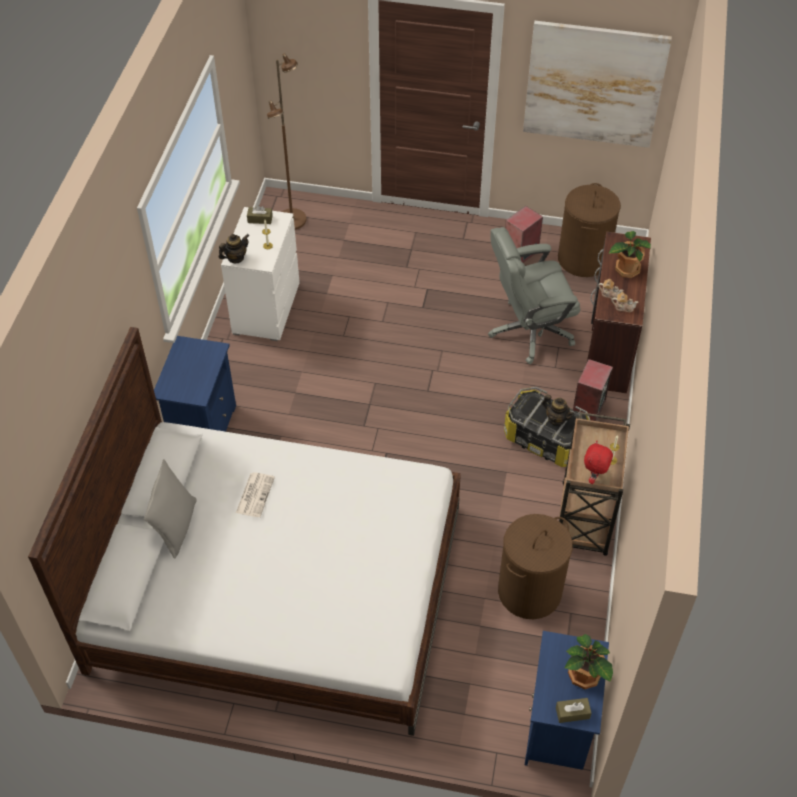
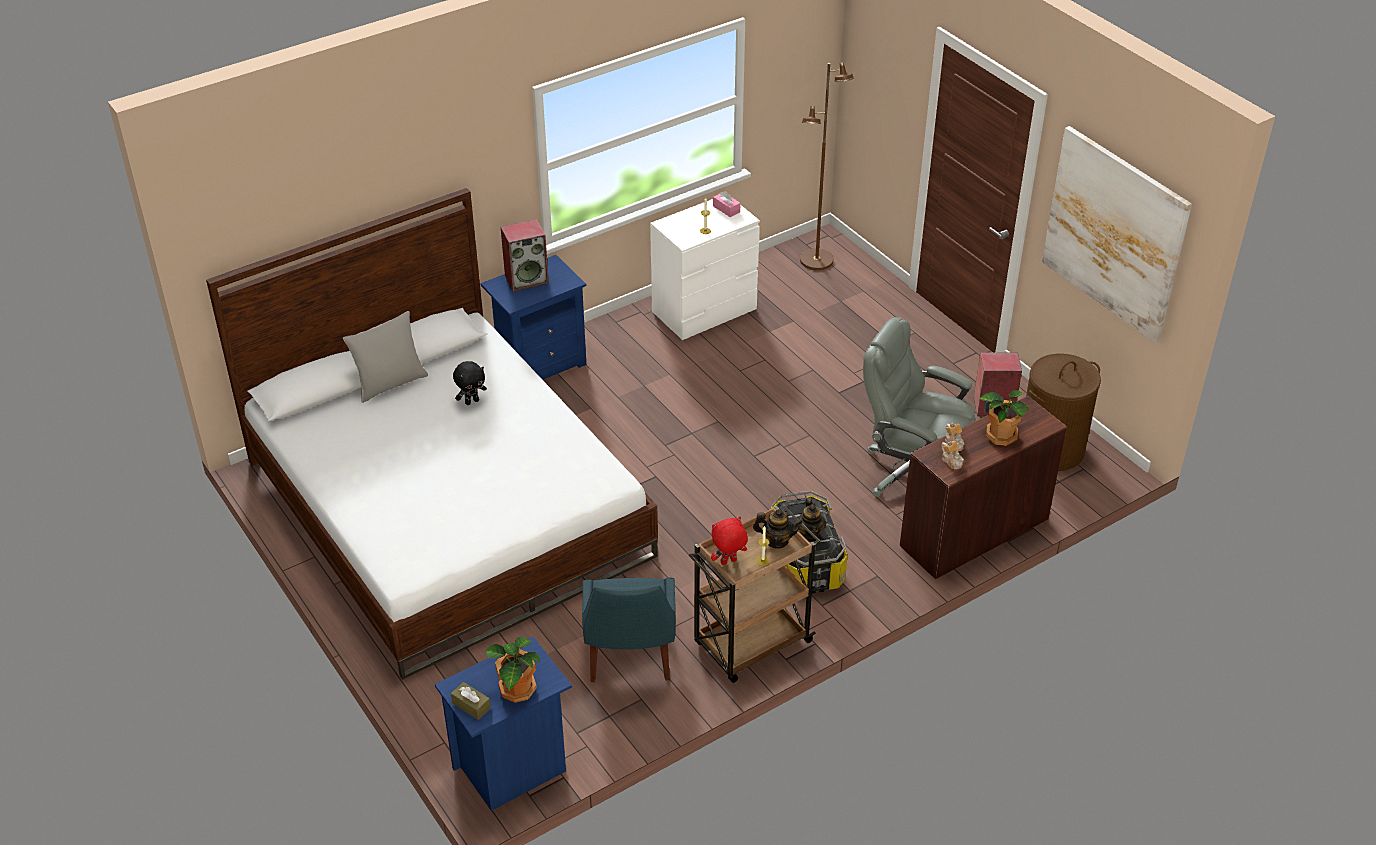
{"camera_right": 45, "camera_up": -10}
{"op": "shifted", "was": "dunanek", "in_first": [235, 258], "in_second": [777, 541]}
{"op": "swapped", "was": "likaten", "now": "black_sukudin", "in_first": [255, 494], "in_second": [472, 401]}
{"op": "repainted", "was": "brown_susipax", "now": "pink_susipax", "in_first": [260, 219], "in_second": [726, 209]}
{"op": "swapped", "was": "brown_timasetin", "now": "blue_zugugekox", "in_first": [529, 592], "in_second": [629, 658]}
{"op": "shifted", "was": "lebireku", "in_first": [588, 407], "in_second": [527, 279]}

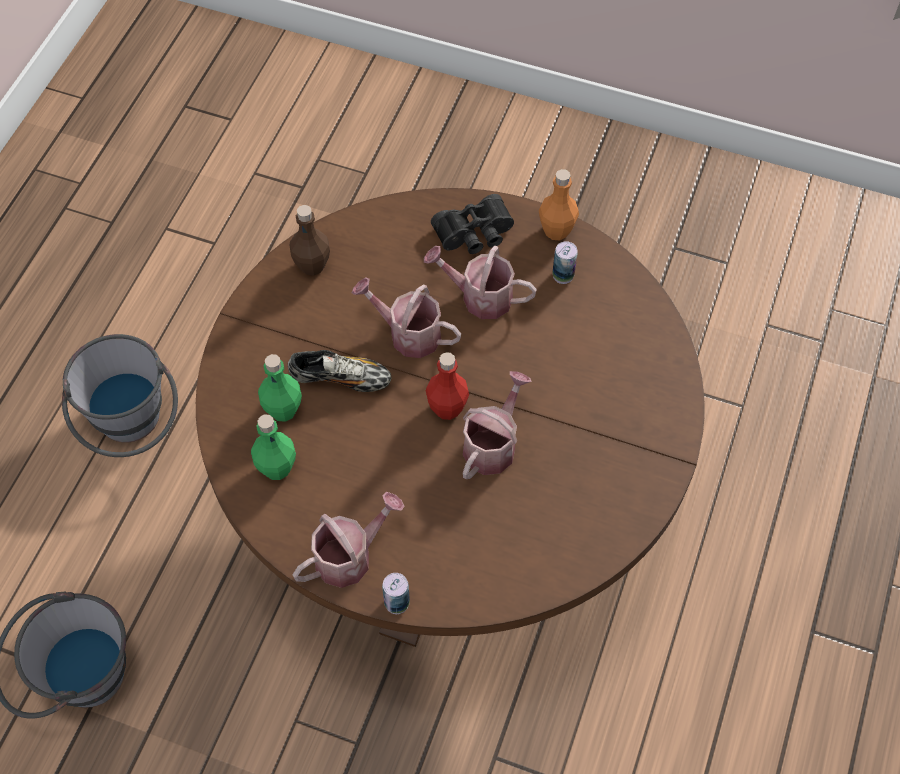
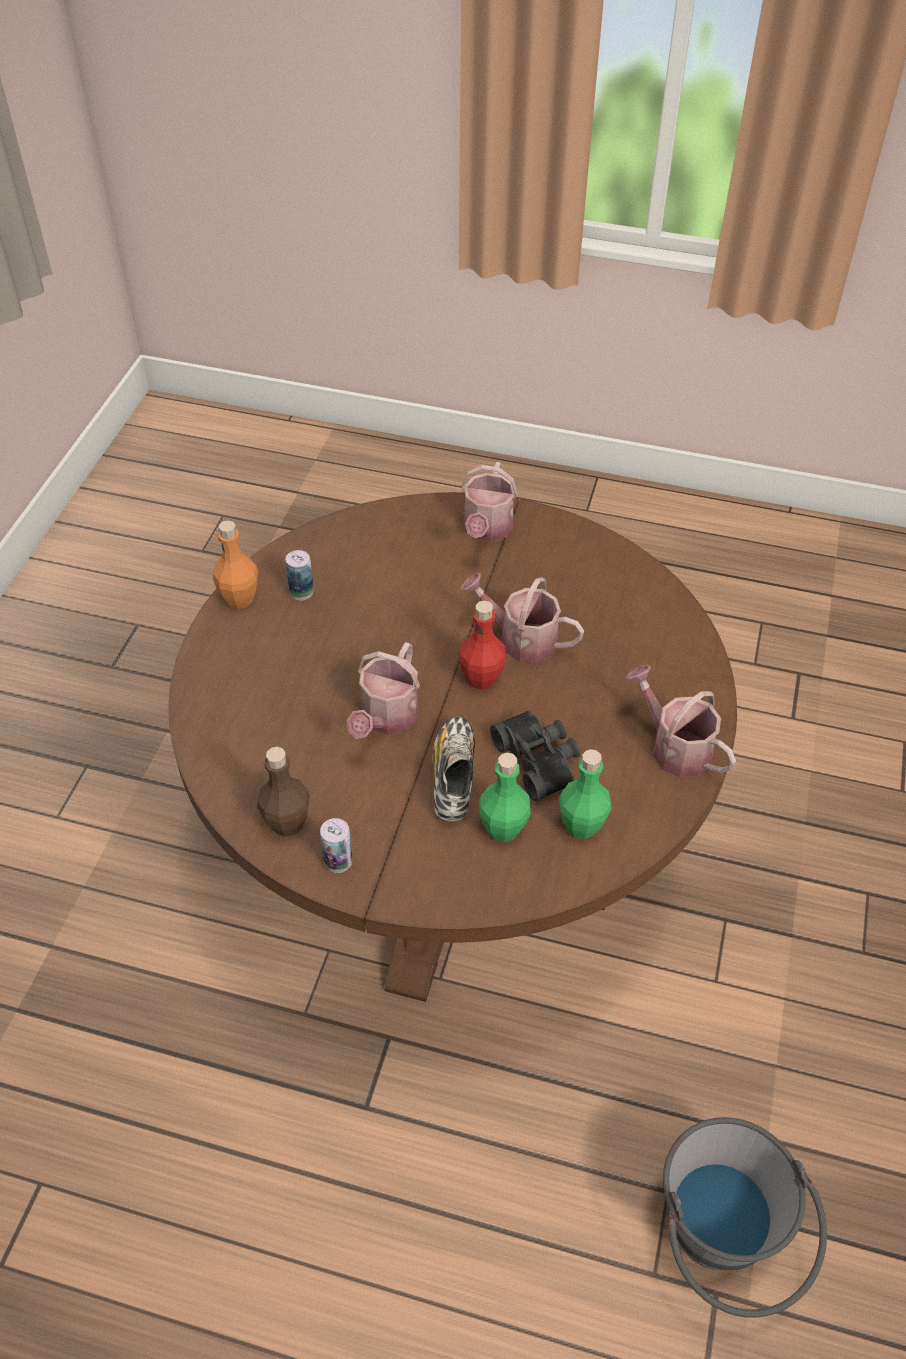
{"camera_right": -95, "camera_up": -10}
{"op": "gone", "was": "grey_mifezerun", "in_first": [132, 427]}
{"op": "shifted", "was": "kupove", "in_first": [397, 603], "in_second": [338, 861]}
{"op": "shifted", "was": "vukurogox", "in_first": [480, 297], "in_second": [486, 530]}
{"op": "shifted", "was": "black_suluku", "in_first": [475, 235], "in_second": [539, 760]}

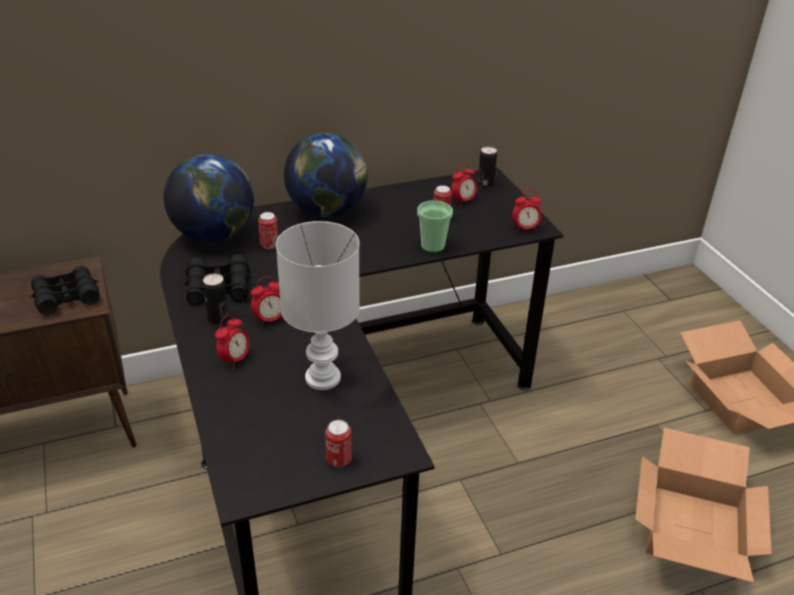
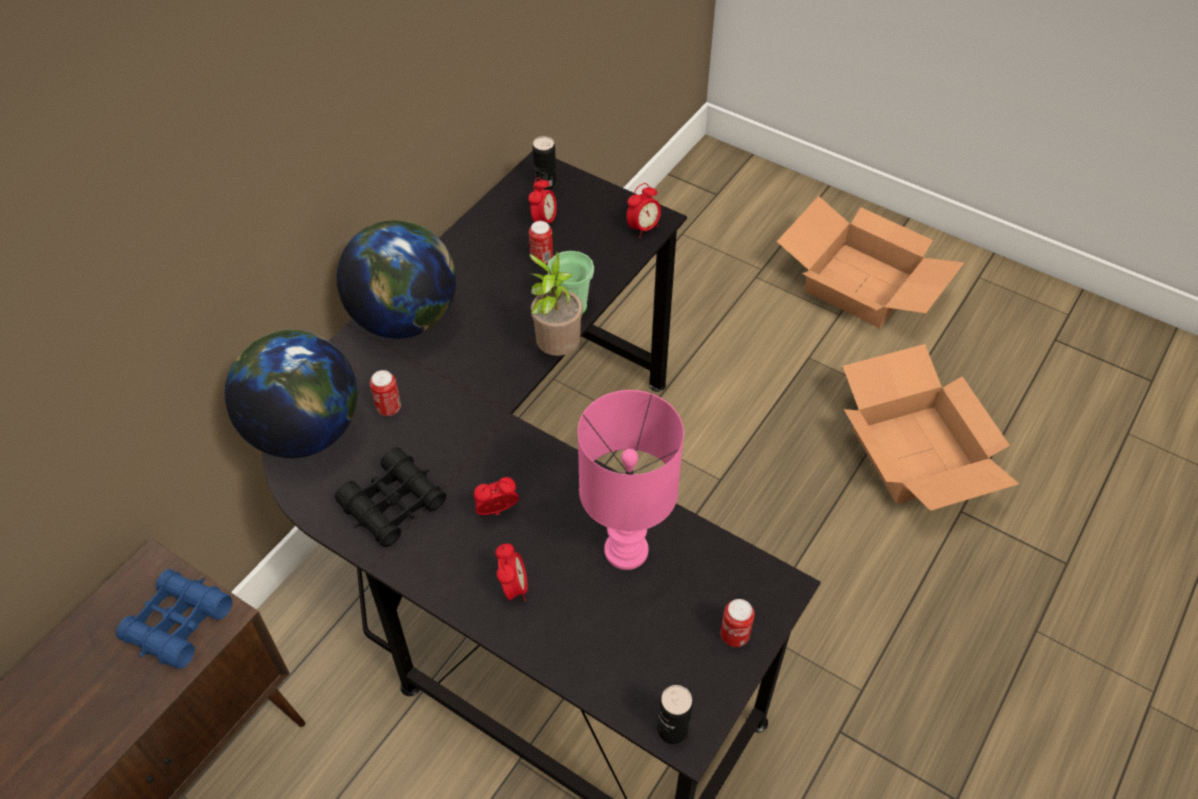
{"camera_right": -35, "camera_up": 15}
{"op": "repainted", "was": "black_suluku", "now": "blue_suluku", "in_first": [66, 297], "in_second": [178, 624]}
{"op": "shifted", "was": "kupove", "in_first": [218, 318], "in_second": [672, 729]}
{"op": "rotated", "was": "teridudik", "in_first": [270, 320], "in_second": [497, 512], "clockwise": -135}
{"op": "repainted", "was": "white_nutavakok", "now": "pink_nutavakok", "in_first": [323, 377], "in_second": [625, 549]}
{"op": "new", "now": "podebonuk", "in_second": [556, 349]}

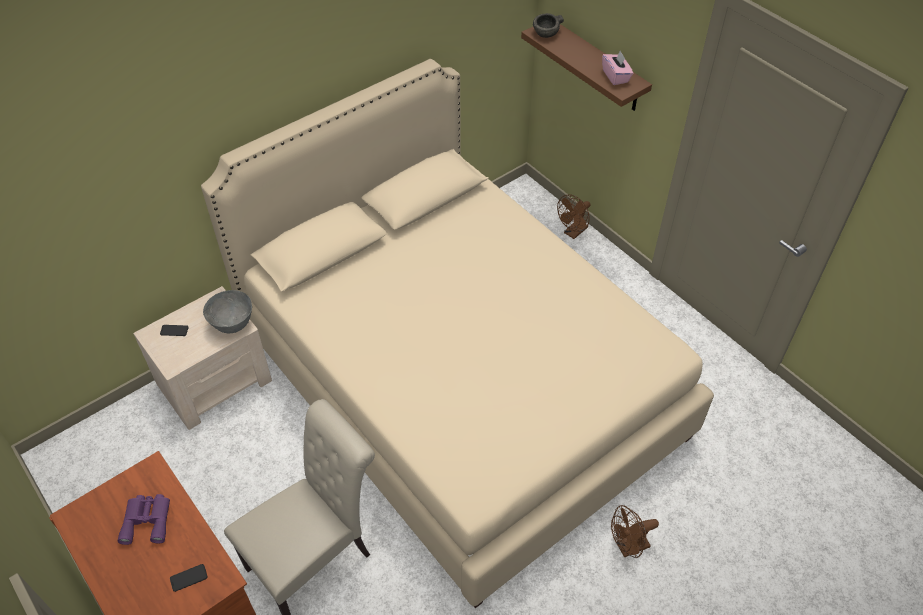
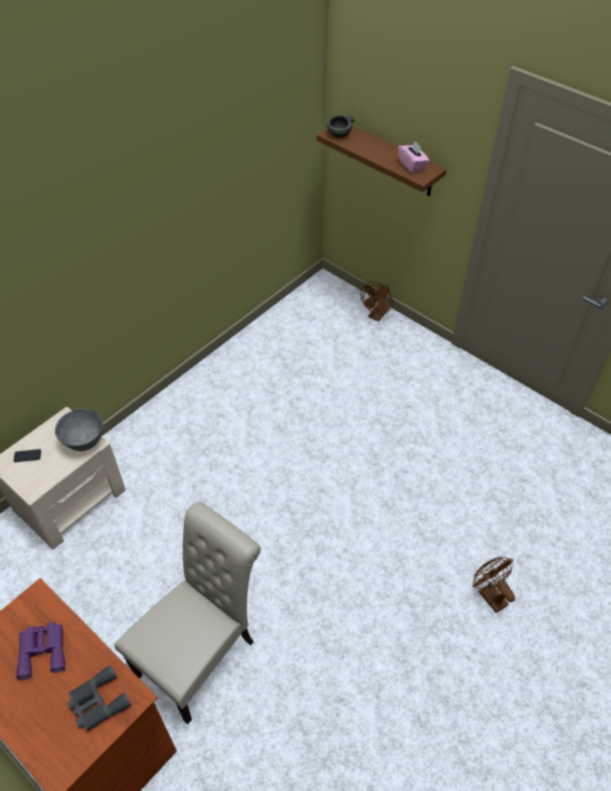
{"camera_right": -10, "camera_up": 0}
{"op": "swapped", "was": "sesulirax", "now": "grey_suluku", "in_first": [188, 578], "in_second": [97, 702]}
{"op": "gone", "was": "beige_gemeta", "in_first": [460, 384]}
{"op": "rotated", "was": "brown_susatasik", "in_first": [628, 547], "in_second": [489, 594], "clockwise": 90}

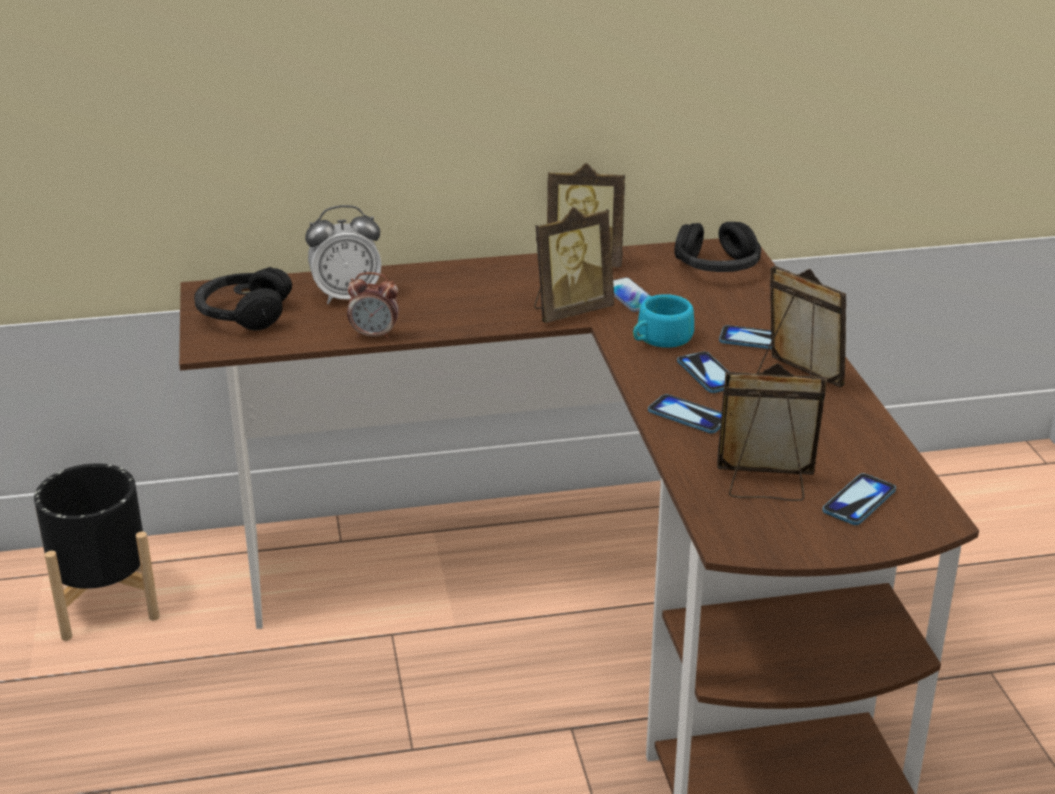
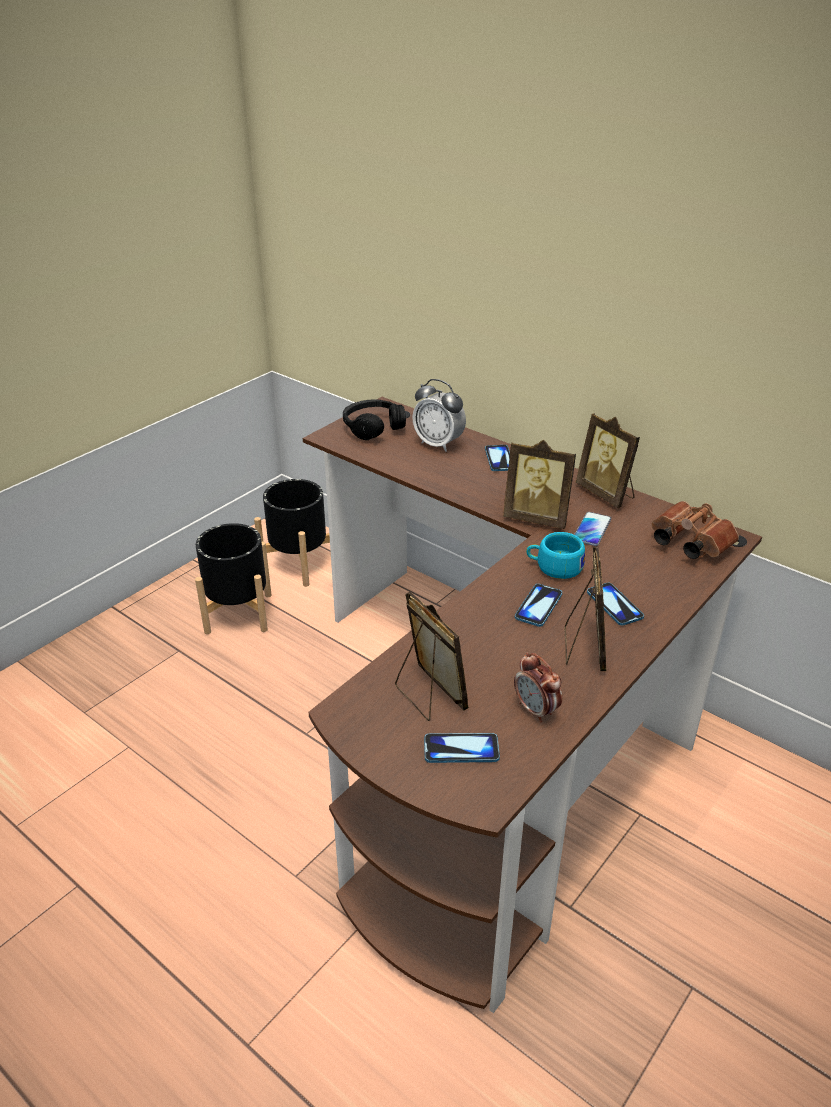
{"camera_right": 50, "camera_up": 5}
{"op": "shifted", "was": "teridudik", "in_first": [374, 335], "in_second": [536, 710]}
{"op": "shifted", "was": "sesulirax", "in_first": [688, 416], "in_second": [499, 459]}
{"op": "swapped", "was": "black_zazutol", "now": "brown_suluku", "in_first": [717, 266], "in_second": [687, 543]}
{"op": "new", "now": "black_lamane", "in_second": [238, 613]}

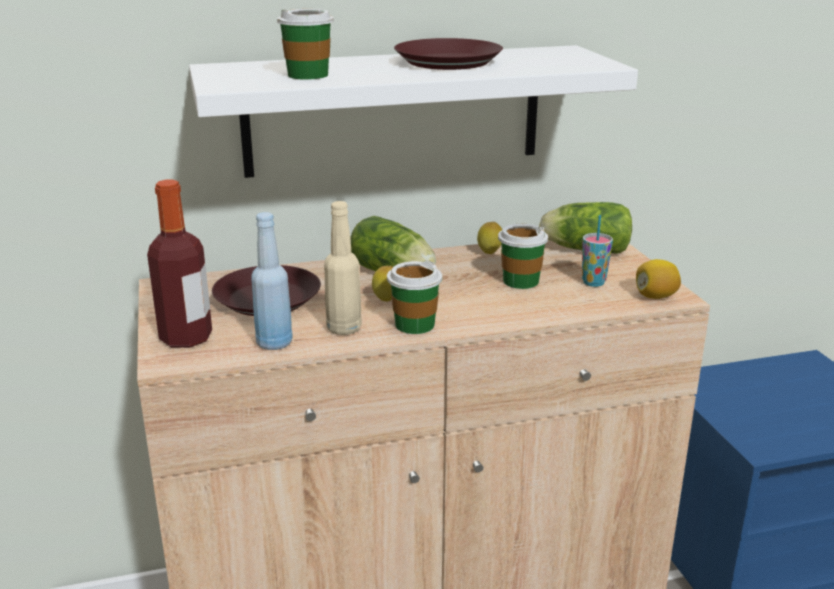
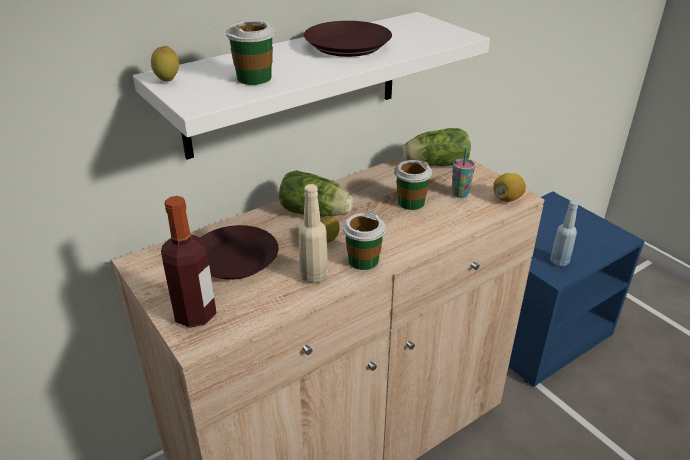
{"camera_right": -20, "camera_up": 10}
{"op": "shifted", "was": "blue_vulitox", "in_first": [274, 343], "in_second": [559, 261]}
{"op": "shifted", "was": "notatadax", "in_first": [489, 254], "in_second": [168, 81]}

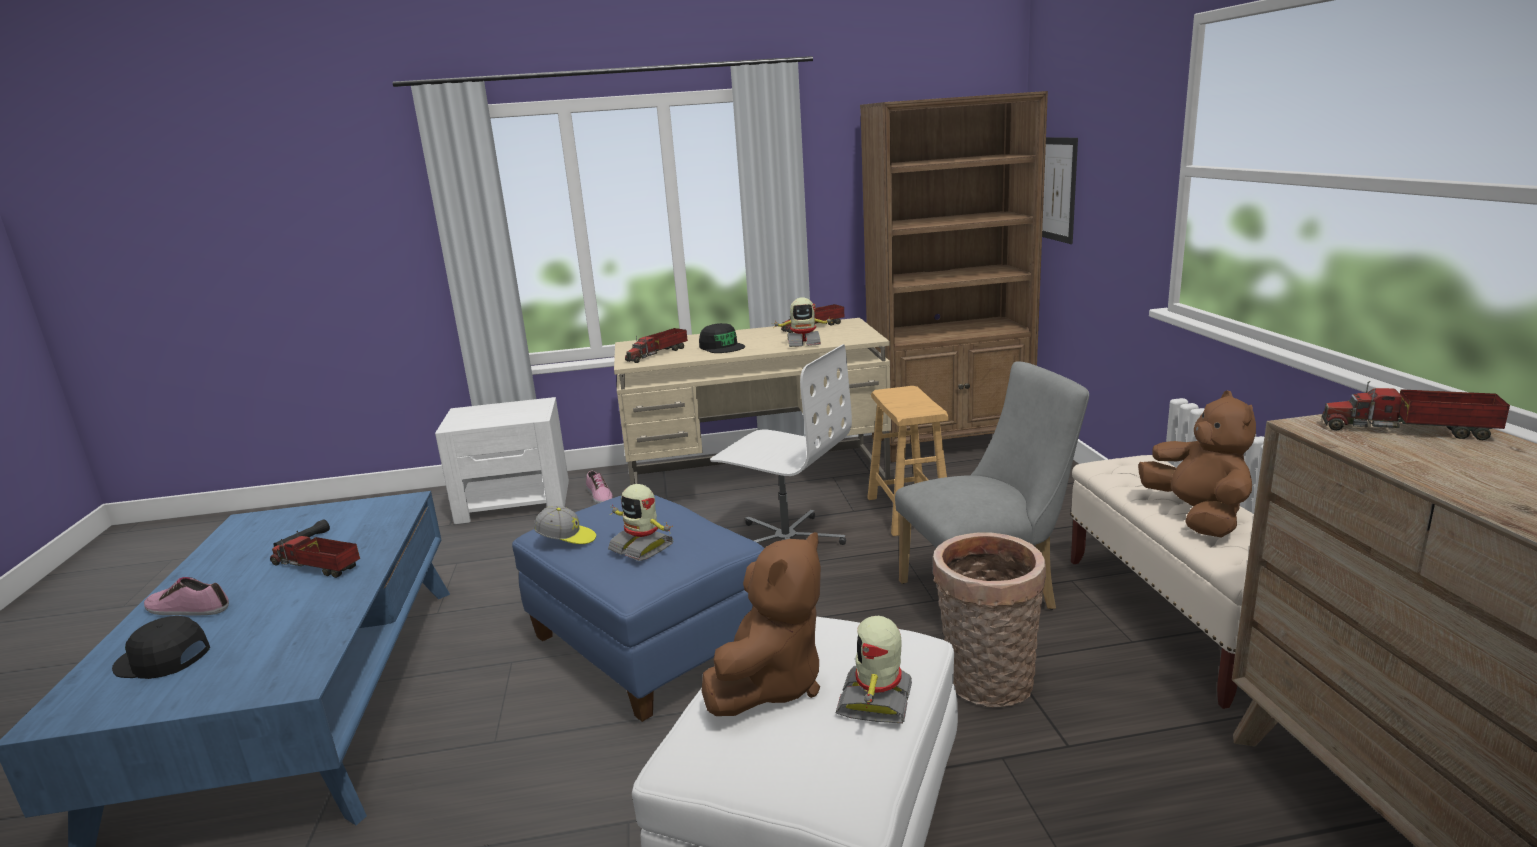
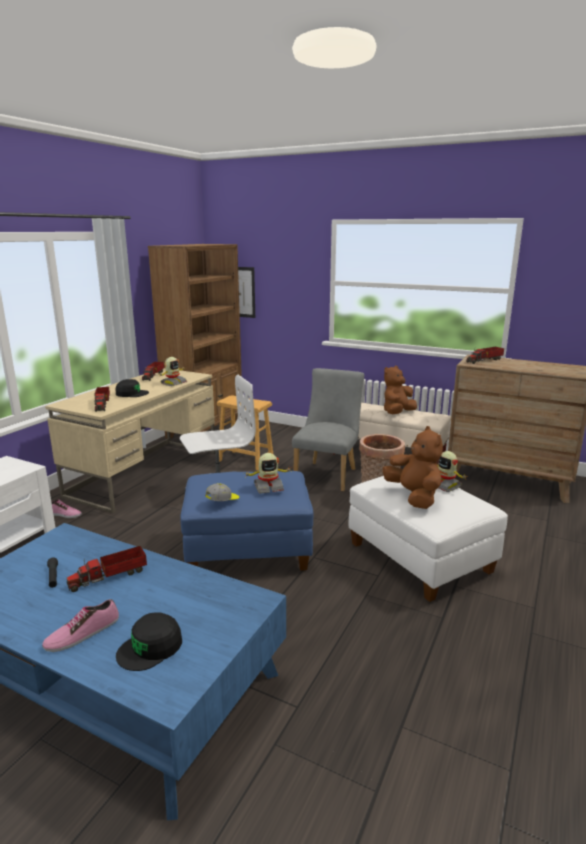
{"camera_right": -55, "camera_up": 0}
{"op": "rotated", "was": "brown_sukudin", "in_first": [1197, 516], "in_second": [397, 413], "clockwise": -75}

